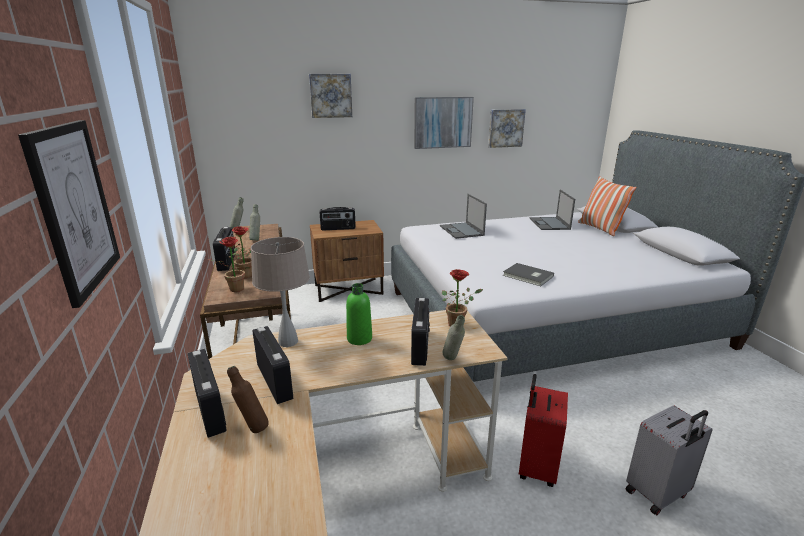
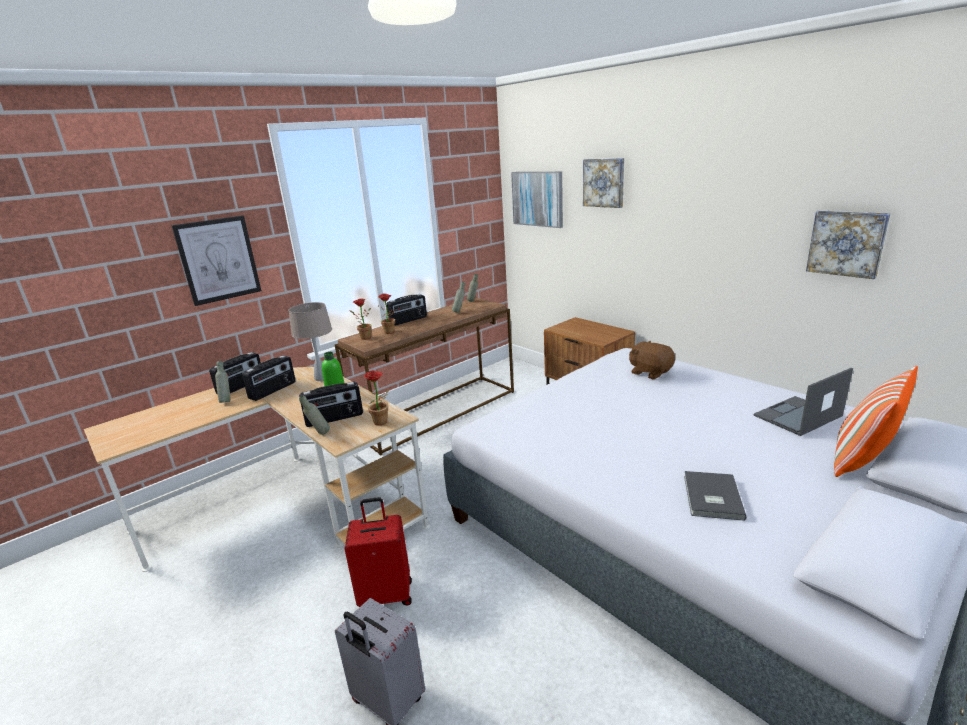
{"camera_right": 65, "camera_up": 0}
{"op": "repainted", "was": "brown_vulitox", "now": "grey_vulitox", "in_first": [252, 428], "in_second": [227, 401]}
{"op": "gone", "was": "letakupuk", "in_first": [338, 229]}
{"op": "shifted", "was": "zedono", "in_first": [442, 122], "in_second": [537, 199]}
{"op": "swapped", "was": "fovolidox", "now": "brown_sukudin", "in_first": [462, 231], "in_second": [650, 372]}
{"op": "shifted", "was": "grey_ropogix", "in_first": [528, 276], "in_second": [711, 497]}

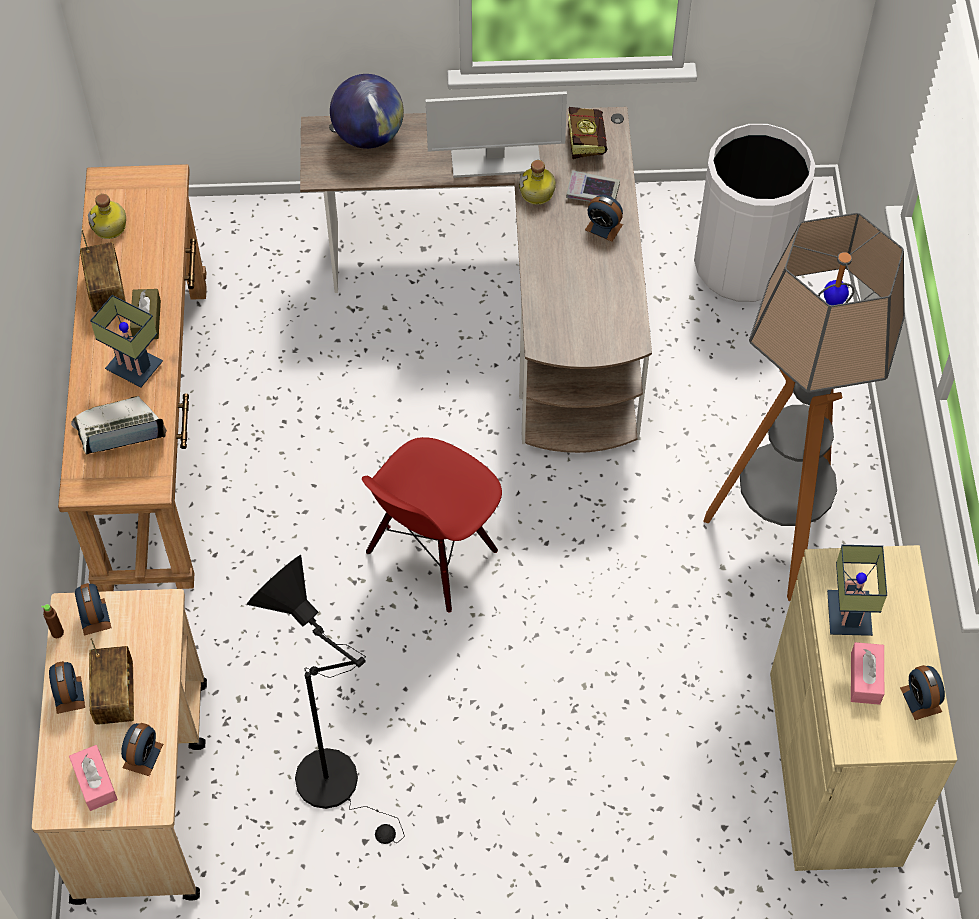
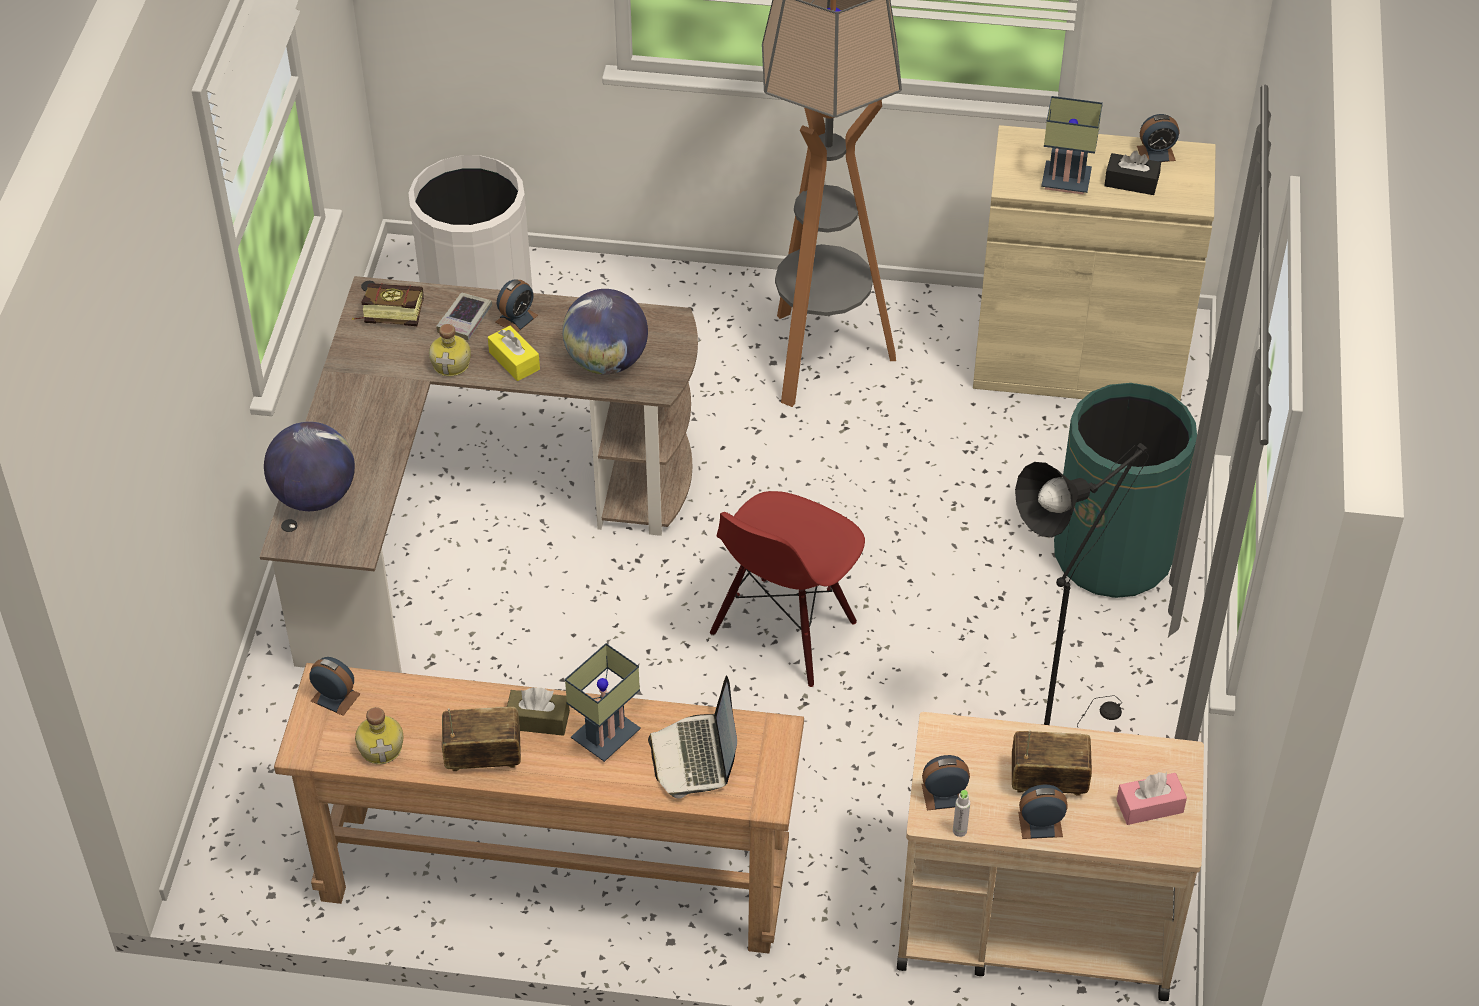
{"camera_right": -80, "camera_up": -10}
{"op": "repainted", "was": "brown_vulitox", "now": "grey_vulitox", "in_first": [57, 632], "in_second": [959, 831]}
{"op": "shifted", "was": "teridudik", "in_first": [143, 756], "in_second": [335, 697]}
{"op": "rotated", "was": "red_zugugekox", "in_first": [432, 554], "in_second": [784, 630], "clockwise": 75}
{"op": "gone", "was": "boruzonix", "in_first": [494, 159]}
{"op": "repainted", "was": "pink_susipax", "now": "black_susipax", "in_first": [865, 678], "in_second": [1131, 182]}
{"op": "new", "now": "yellow_susipax", "in_second": [514, 361]}
{"op": "new", "now": "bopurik", "in_second": [607, 361]}
{"op": "new", "now": "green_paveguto", "in_second": [1113, 554]}

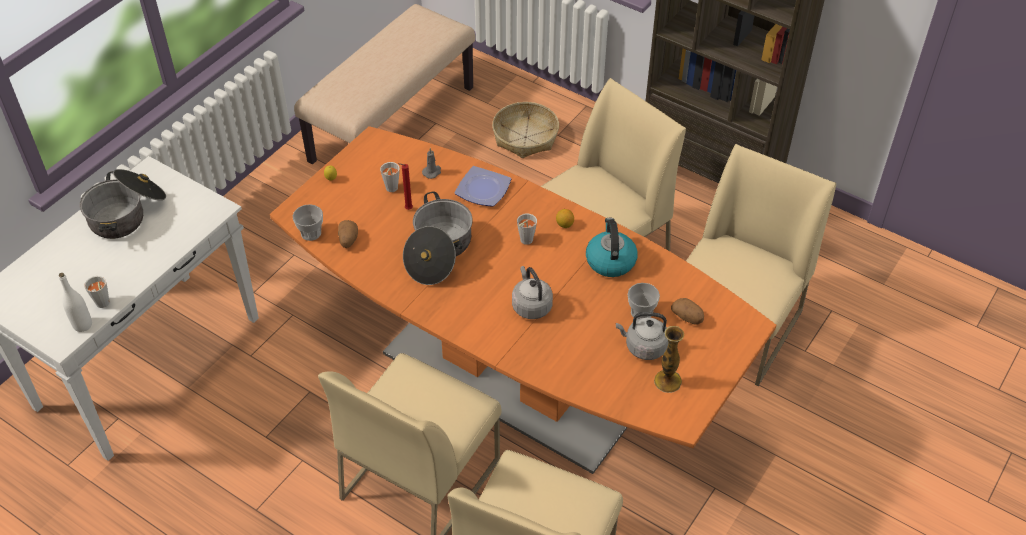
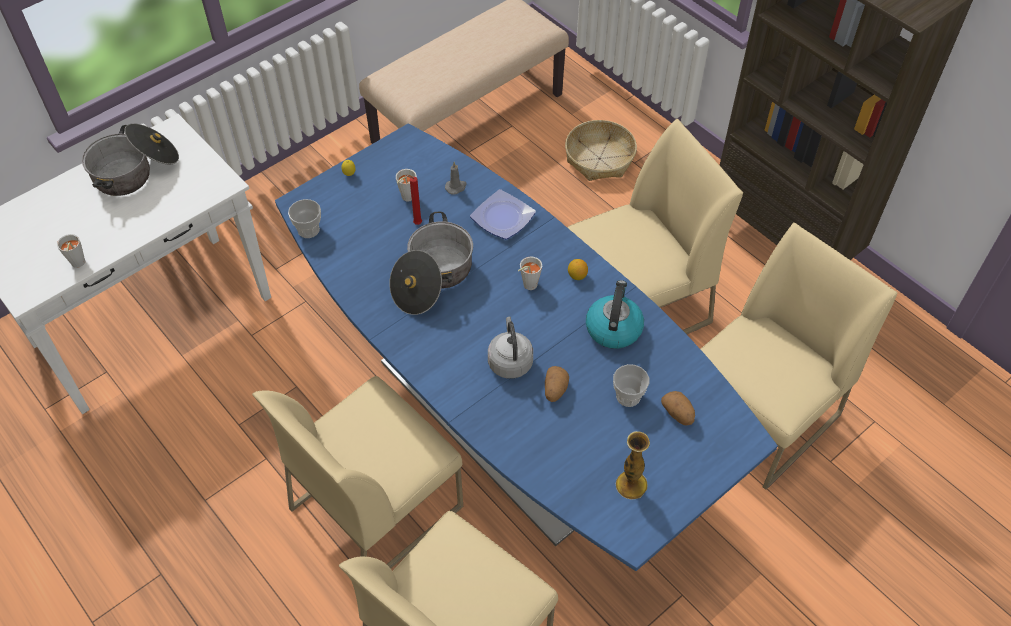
{"camera_right": 15, "camera_up": 5}
{"op": "gone", "was": "white_vulitox", "in_first": [83, 325]}
{"op": "repainted", "was": "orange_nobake", "now": "blue_nobake", "in_first": [512, 376], "in_second": [504, 417]}
{"op": "shifted", "was": "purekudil", "in_first": [348, 240], "in_second": [555, 390]}
{"op": "gone", "was": "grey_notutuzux", "in_first": [643, 347]}

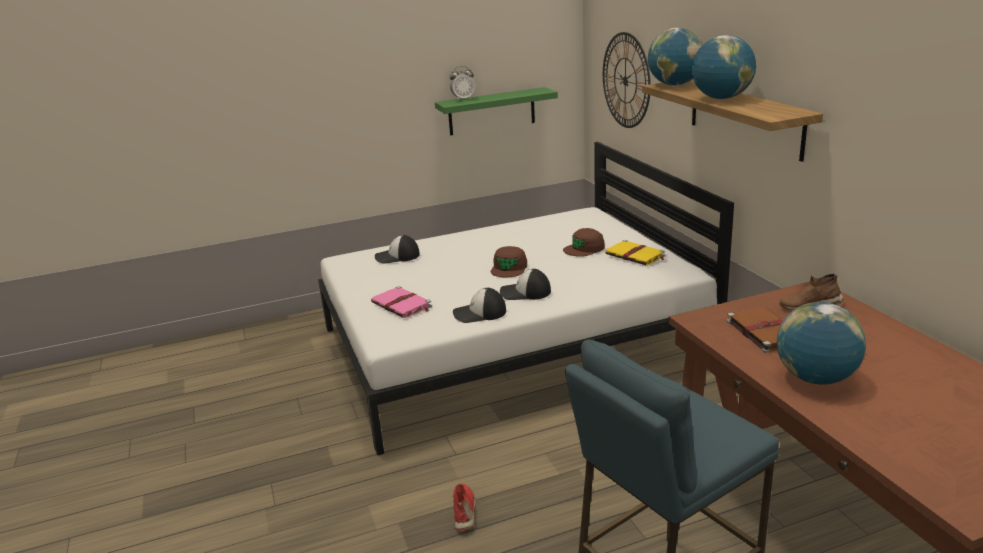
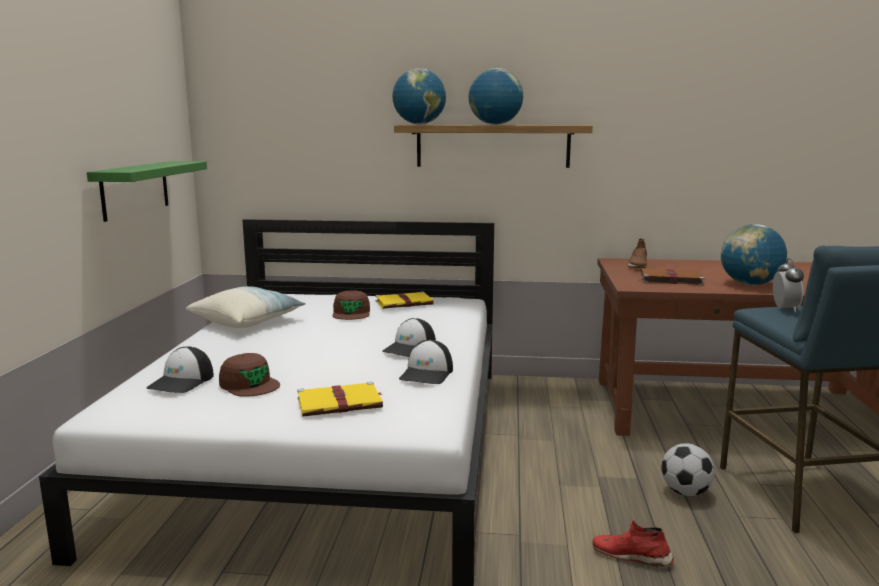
{"camera_right": -65, "camera_up": -10}
{"op": "repainted", "was": "pink_ropogix", "now": "yellow_ropogix", "in_first": [402, 305], "in_second": [341, 403]}
{"op": "shifted", "was": "teridudik", "in_first": [463, 99], "in_second": [785, 309]}
{"op": "shifted", "was": "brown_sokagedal", "in_first": [509, 268], "in_second": [249, 384]}
{"op": "gone", "was": "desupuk", "in_first": [625, 80]}
{"op": "new", "now": "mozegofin", "in_second": [247, 321]}
{"op": "new", "now": "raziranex", "in_second": [686, 492]}

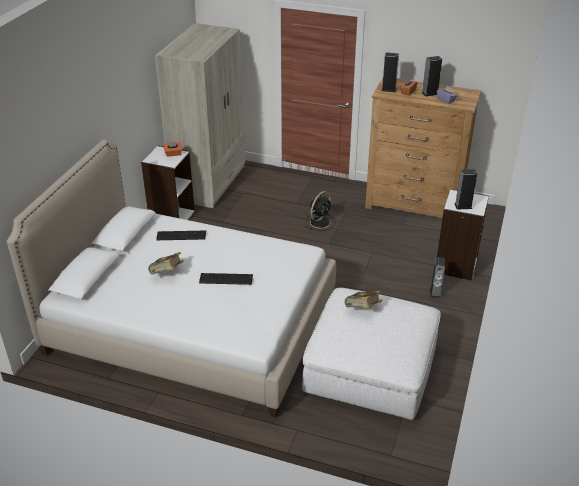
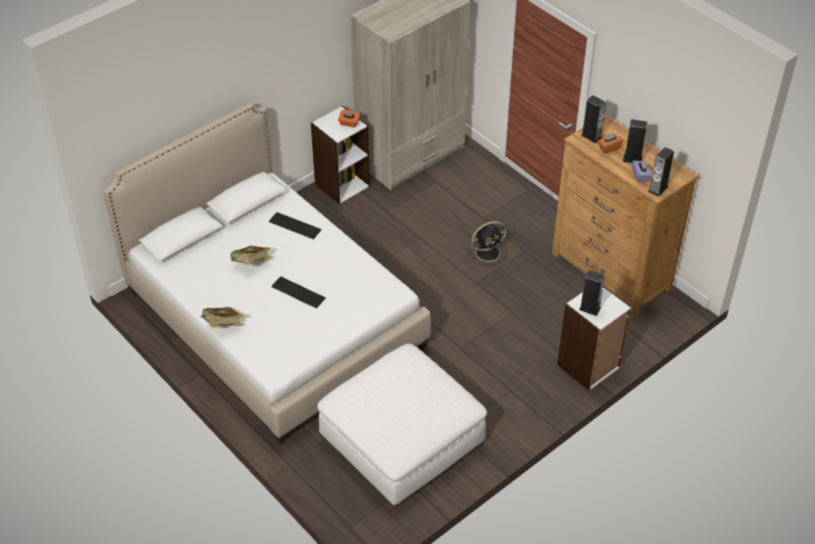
{"camera_right": 30, "camera_up": 10}
{"op": "shifted", "was": "ropogix", "in_first": [362, 310], "in_second": [223, 326]}
{"op": "shifted", "was": "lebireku", "in_first": [435, 292], "in_second": [658, 189]}

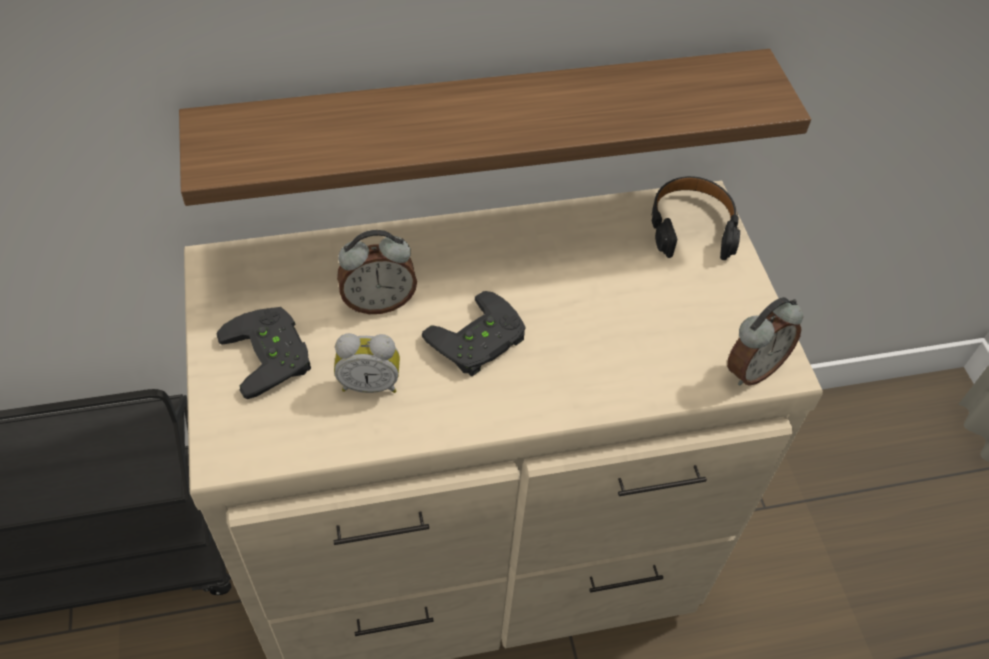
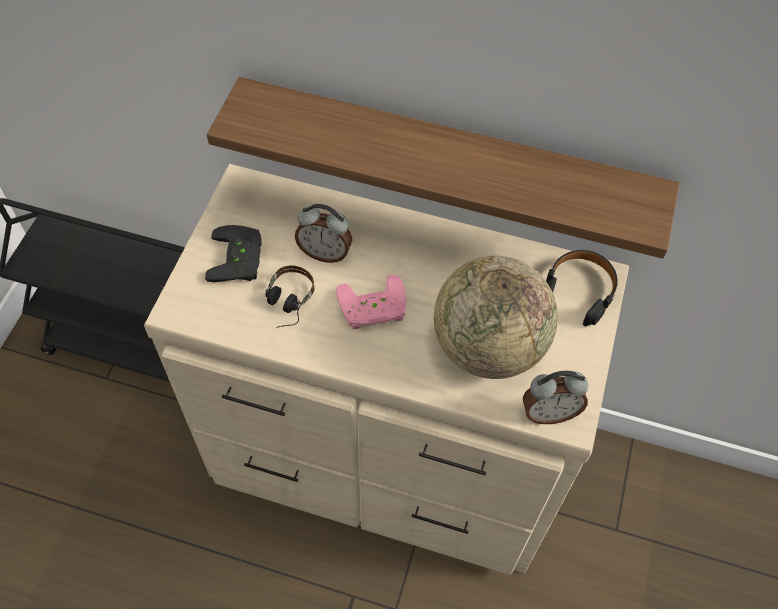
{"camera_right": 30, "camera_up": 5}
{"op": "swapped", "was": "teridudik", "now": "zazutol", "in_first": [370, 383], "in_second": [286, 304]}
{"op": "repainted", "was": "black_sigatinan", "now": "pink_sigatinan", "in_first": [480, 342], "in_second": [373, 309]}
{"op": "new", "now": "bopurik", "in_second": [488, 346]}

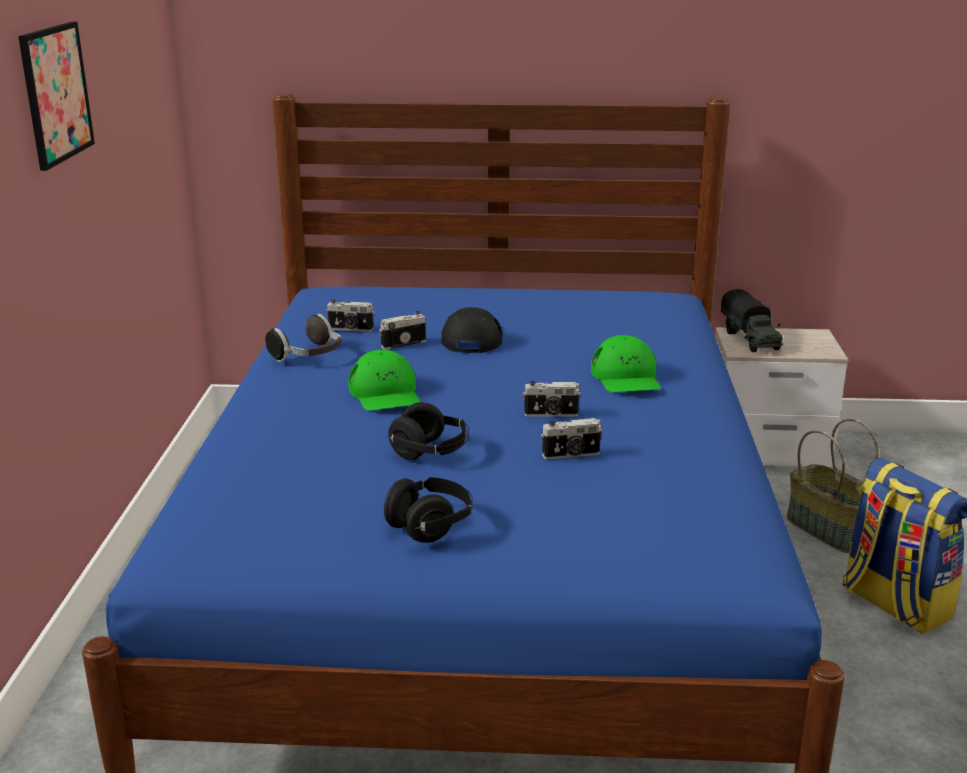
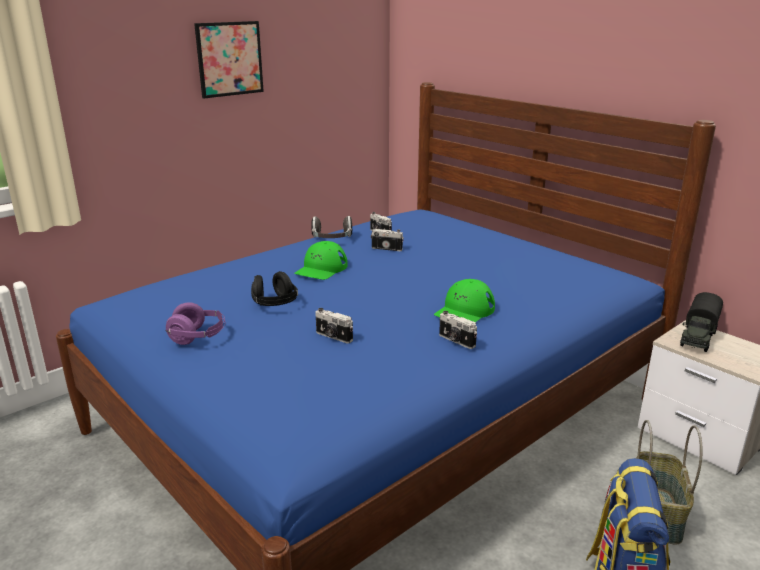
{"camera_right": 45, "camera_up": 0}
{"op": "repainted", "was": "black_zazutol", "now": "purple_zazutol", "in_first": [430, 526], "in_second": [198, 337]}
{"op": "gone", "was": "black_sokagedal", "in_first": [473, 338]}
{"op": "shifted", "was": "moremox", "in_first": [551, 414], "in_second": [456, 341]}

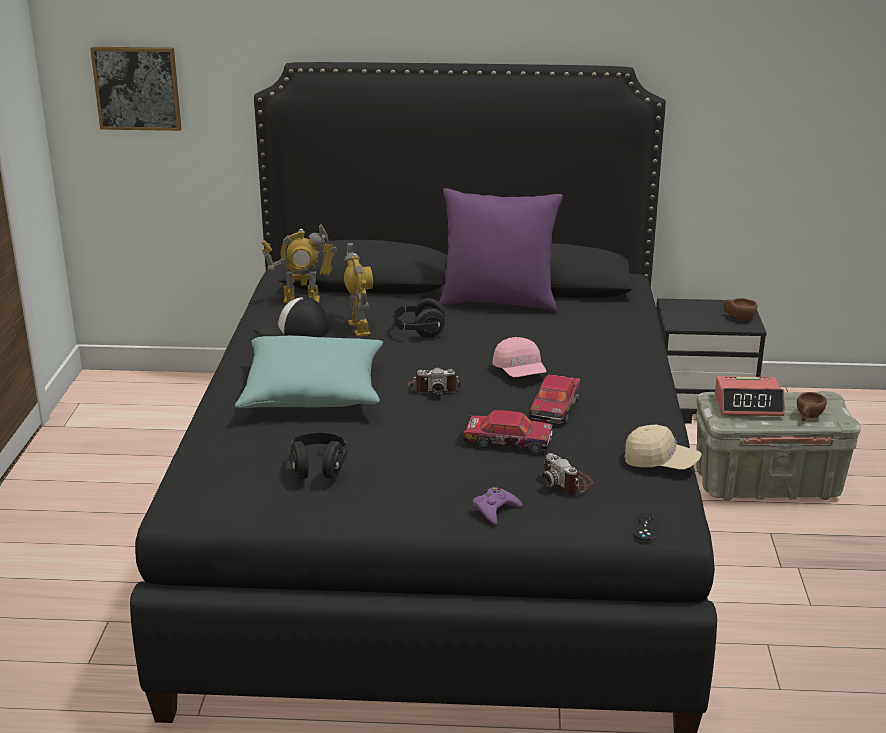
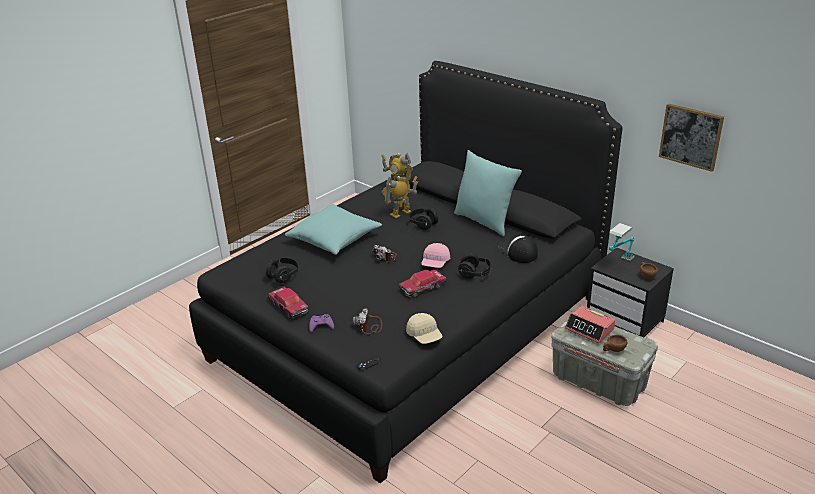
{"camera_right": 40, "camera_up": 5}
{"op": "shifted", "was": "zedono", "in_first": [137, 88], "in_second": [691, 136]}
{"op": "shifted", "was": "sokagedal", "in_first": [292, 329], "in_second": [517, 252]}
{"op": "rotated", "was": "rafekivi", "in_first": [359, 328], "in_second": [400, 213], "clockwise": -150}
{"op": "repainted", "was": "purple_mozegofin", "now": "turquoise_mozegofin", "in_first": [498, 302], "in_second": [484, 221]}
{"op": "shifted", "was": "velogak", "in_first": [507, 441], "in_second": [288, 306]}
{"op": "new", "now": "black_zazutol", "in_second": [475, 274]}
{"op": "new", "now": "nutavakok", "in_second": [619, 264]}

